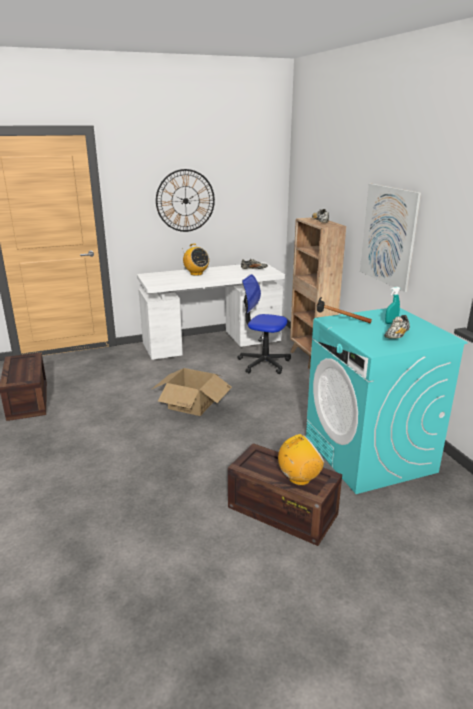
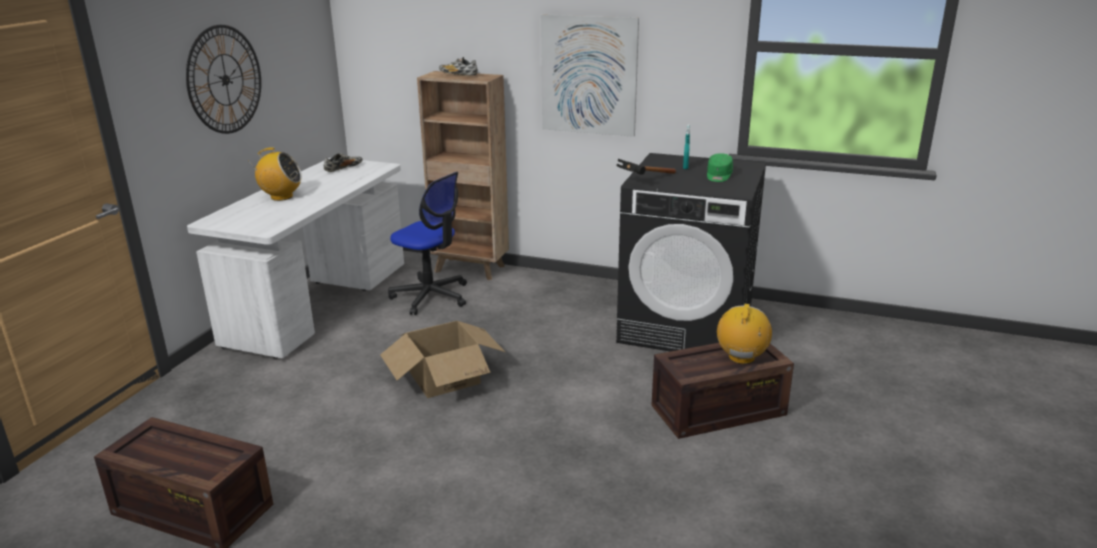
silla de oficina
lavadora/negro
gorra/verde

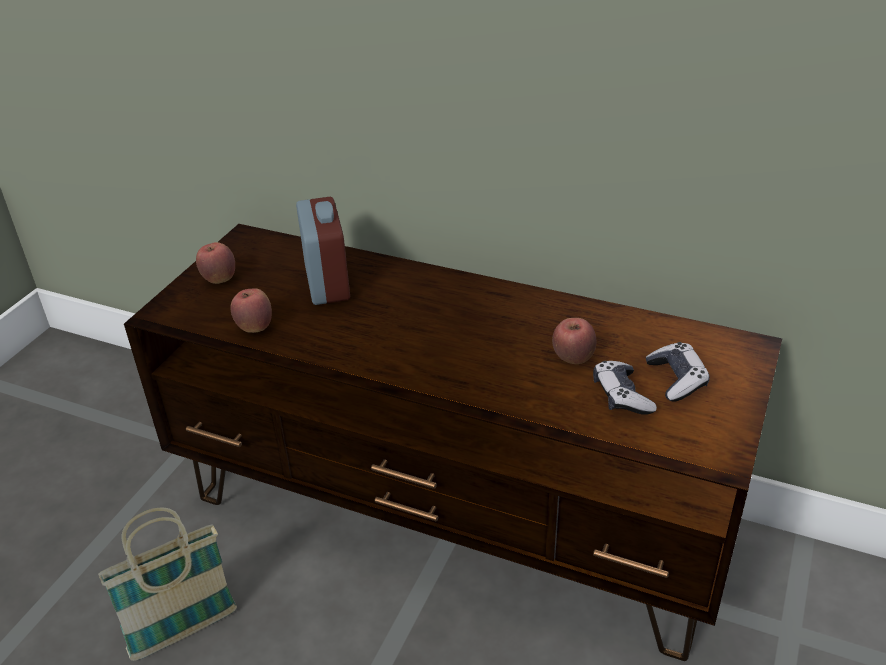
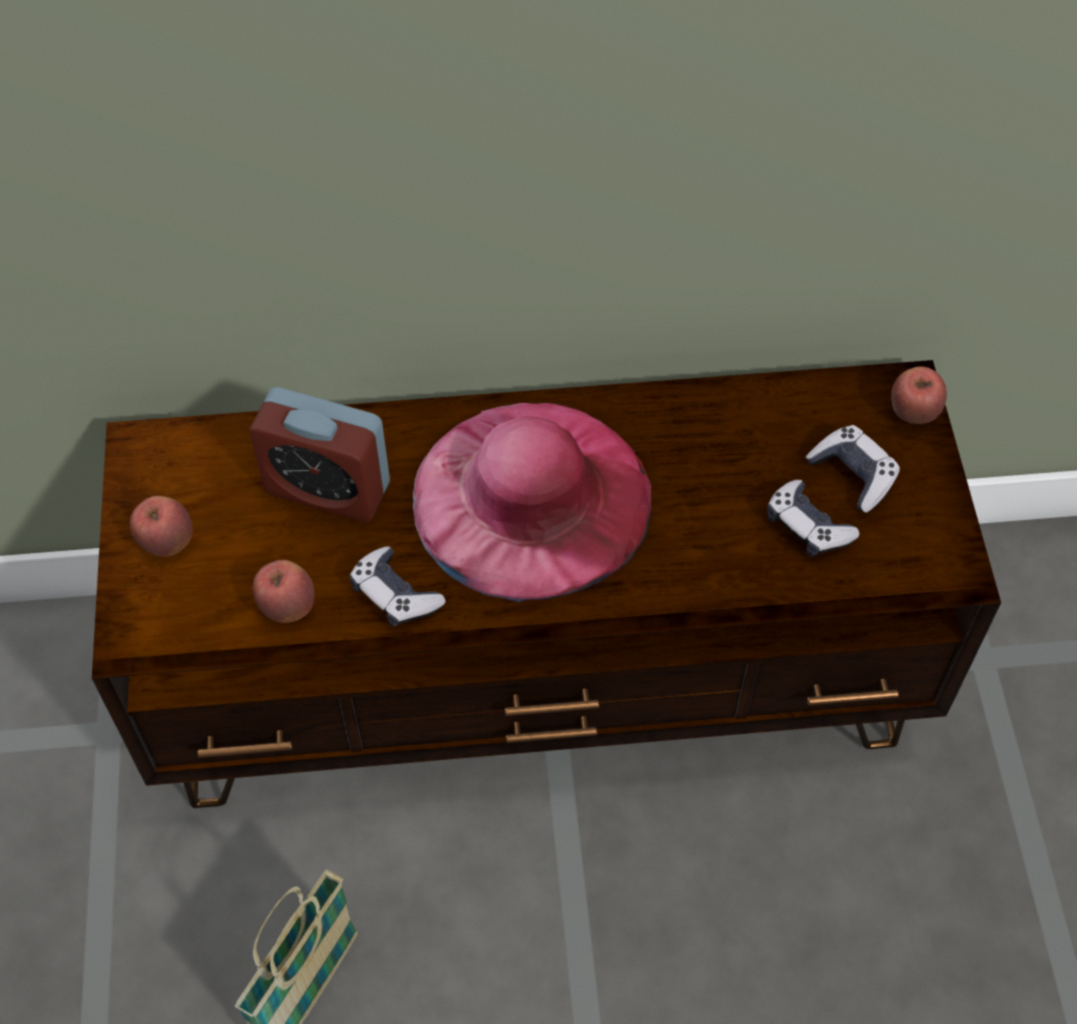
despertador
manzana (3rd from left)
sombrero/rosa
mando de consola (1st from left)

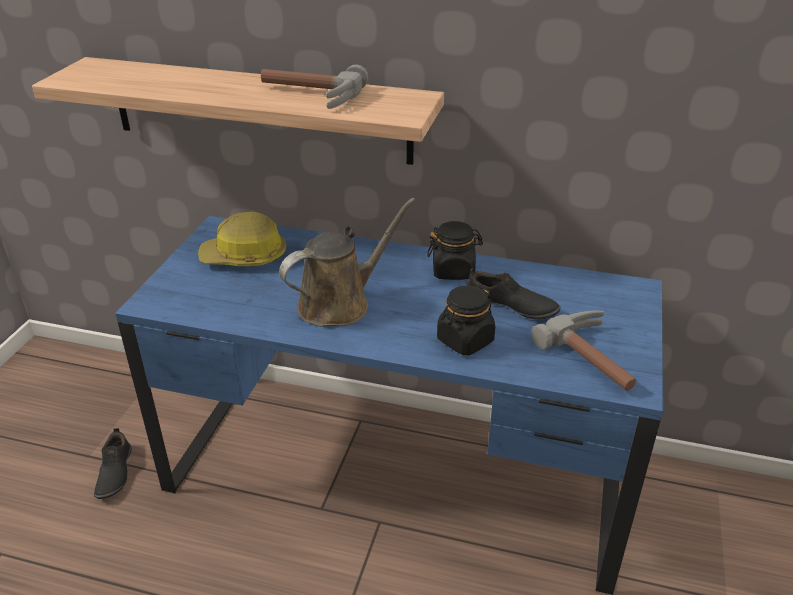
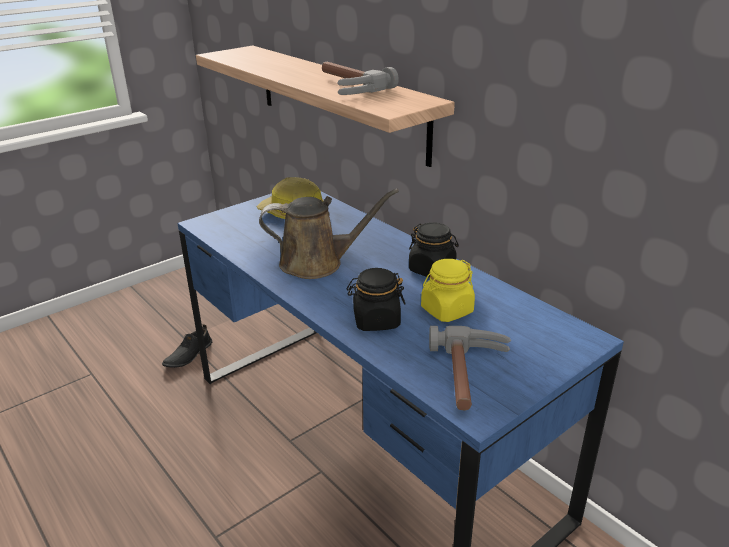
tarro/amarillo

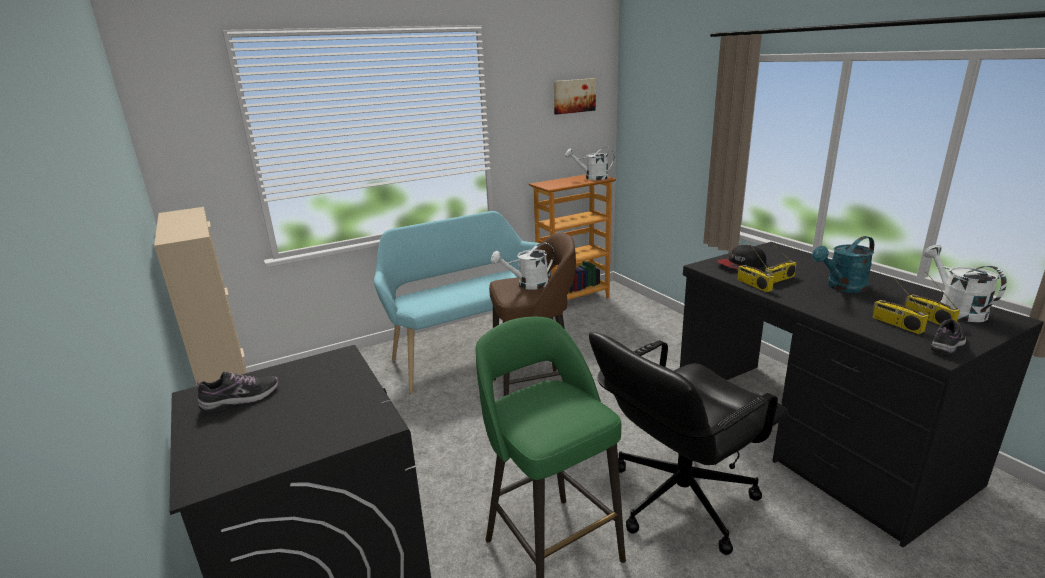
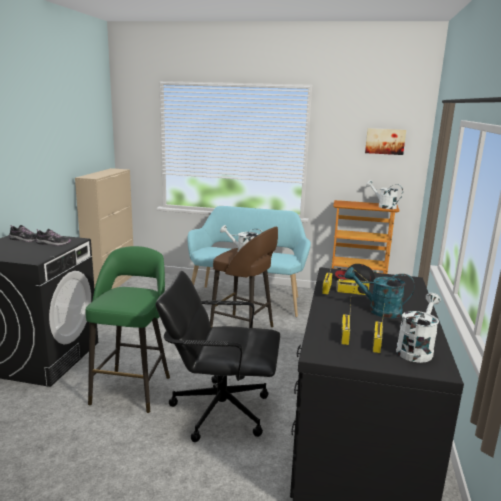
zapato (2nd from left)

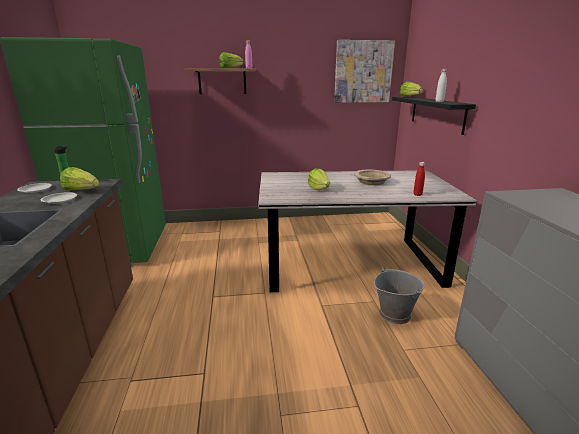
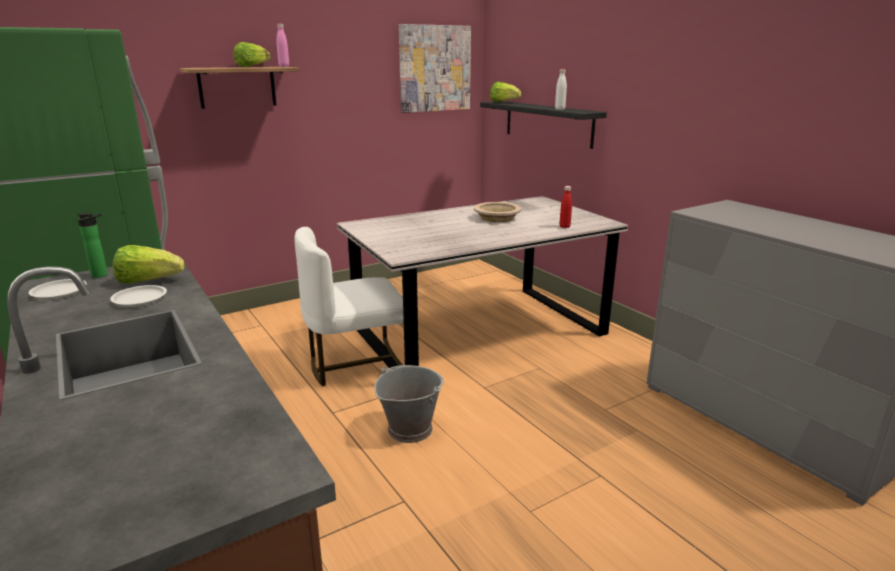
lechuga (3rd from left in the first image)
cubo/gris
silla/blanco

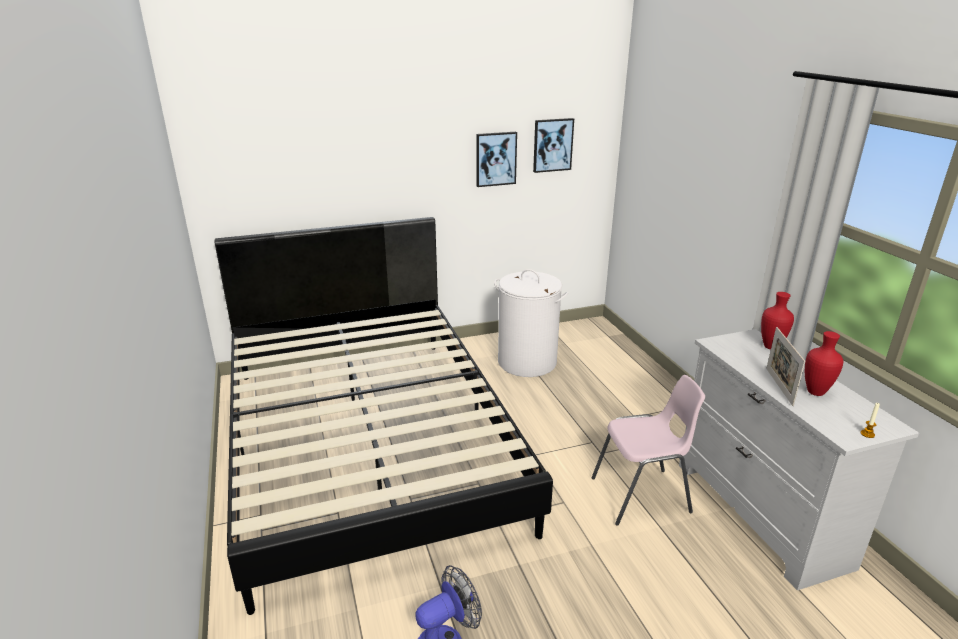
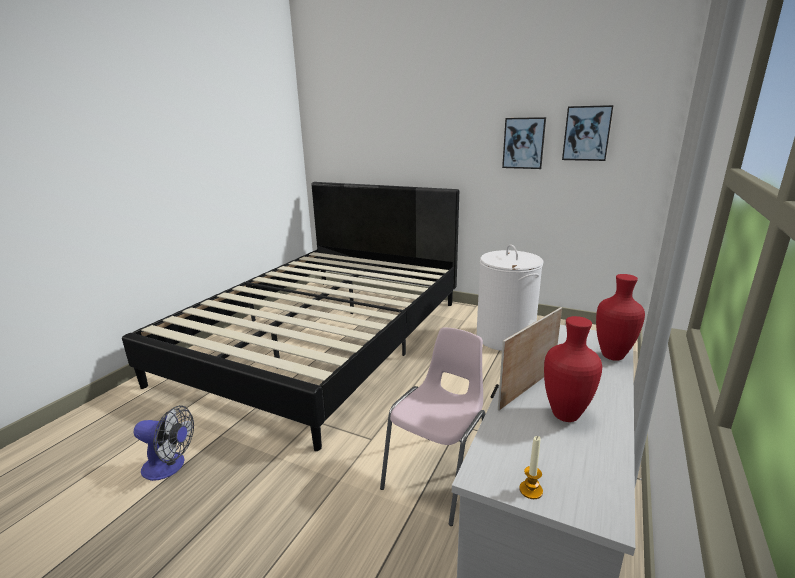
silla/rosa

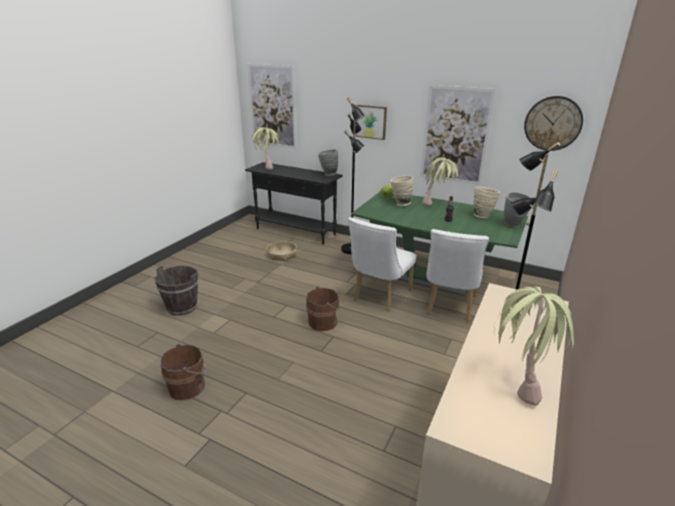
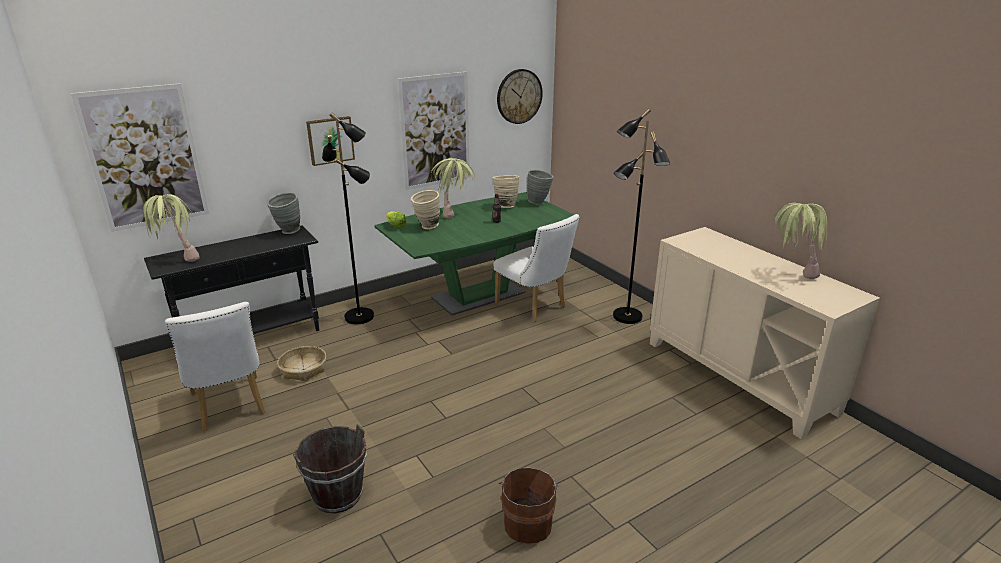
silla/blanco (1st from left)
cubo/marrón (3rd from left in the first image)

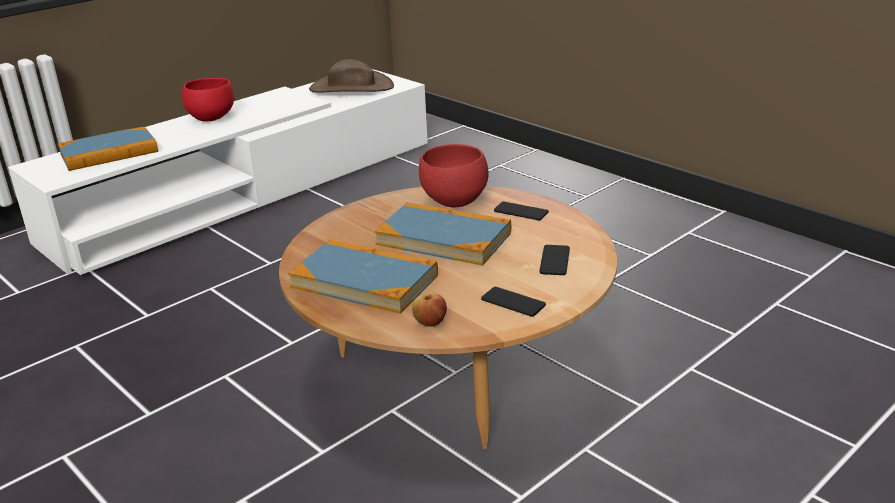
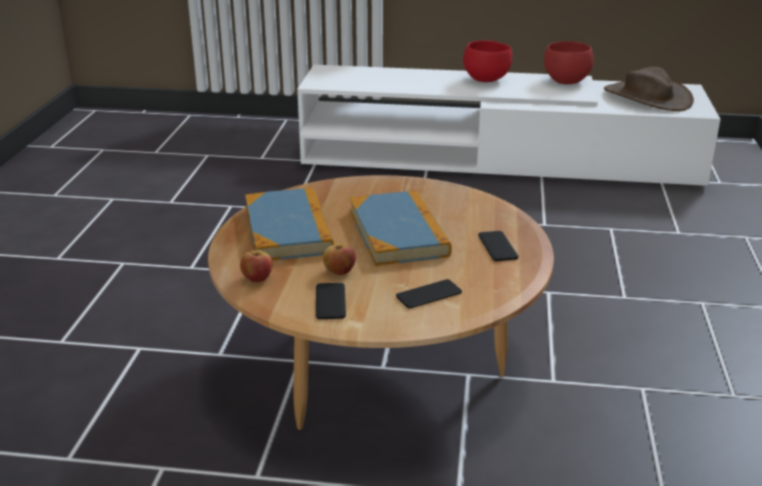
libro (1st from left in the first image)
cuenco/rojo (2nd from left)
manzana (2nd from left)

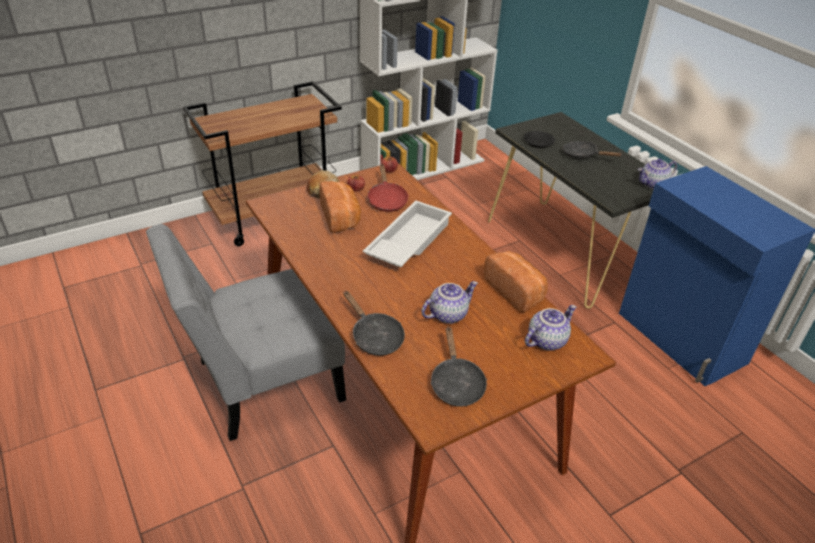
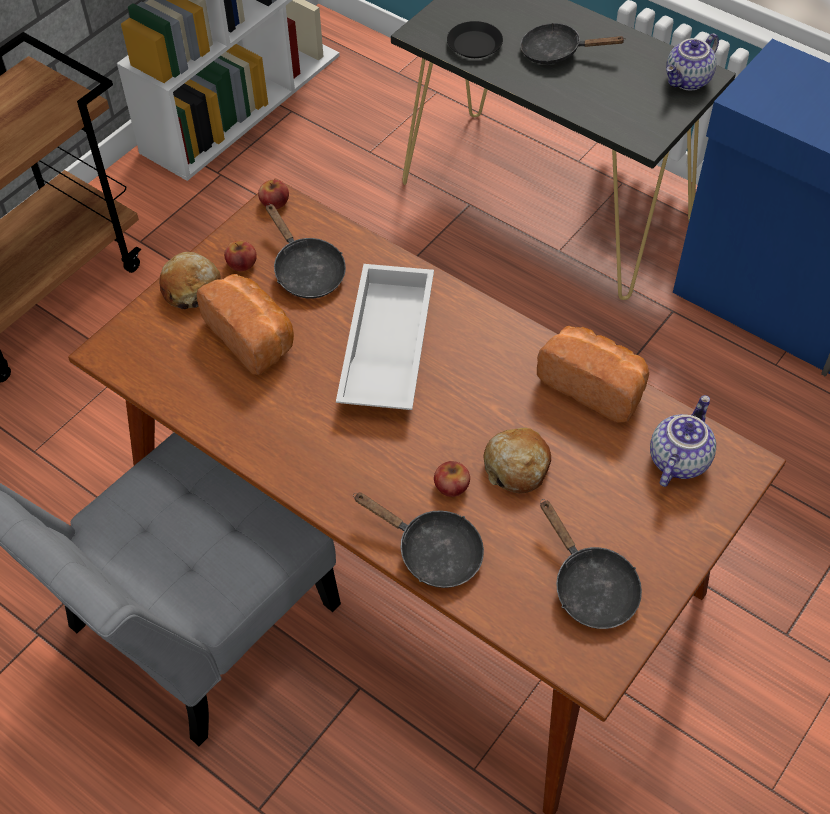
sartén/negro (1st from left)
pan (3rd from left)
manzana (3rd from left)

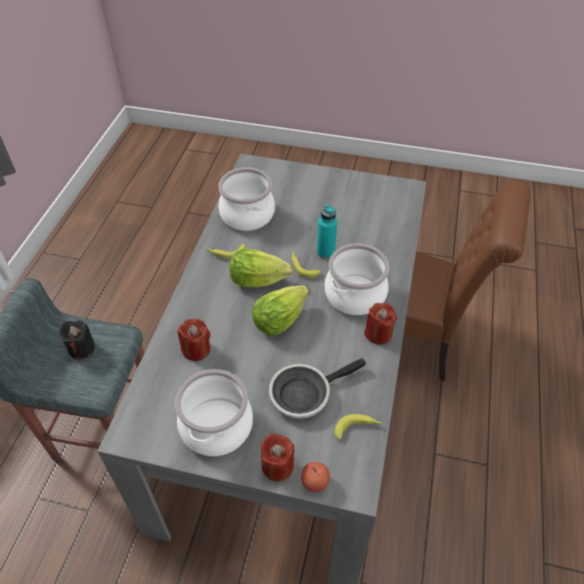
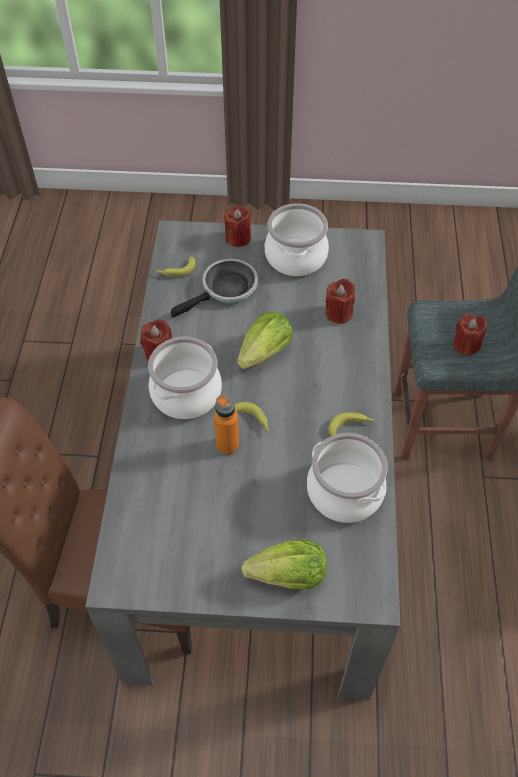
botella/naranja
lechuga (2nd from left)
vela/rojo (4th from left)
manzana

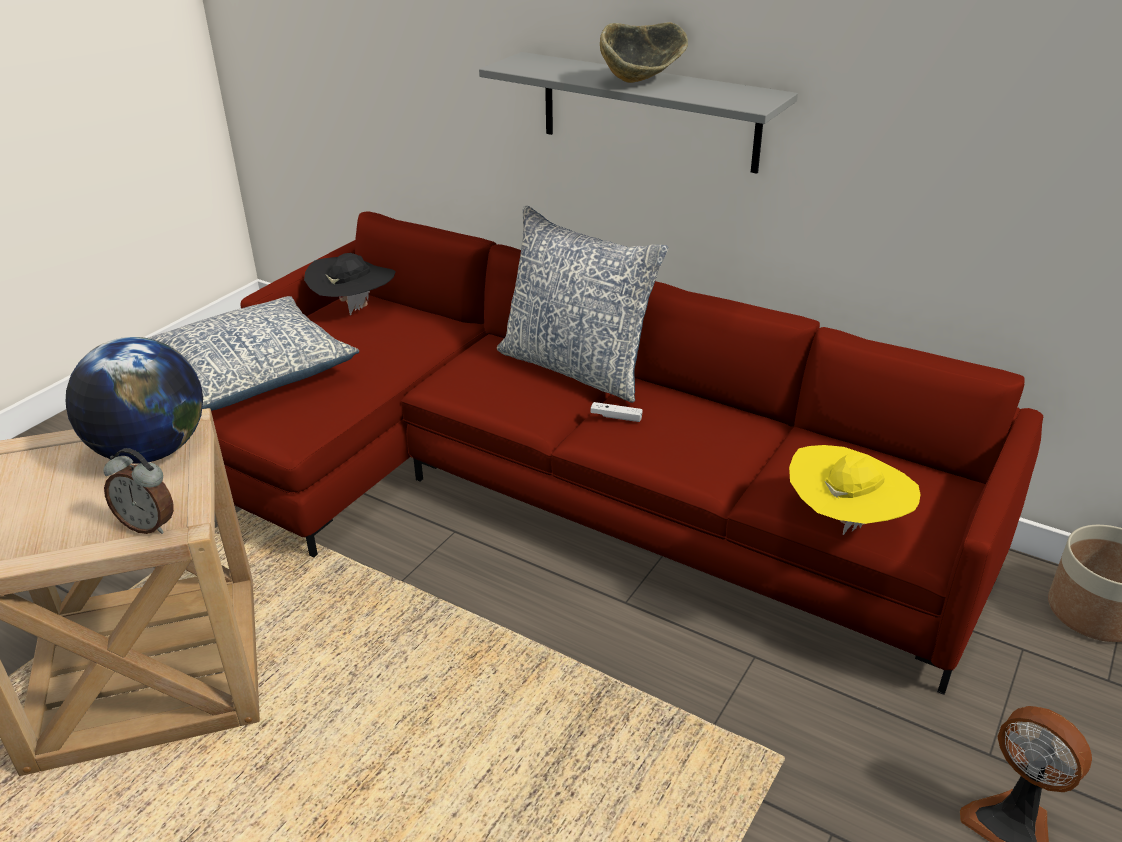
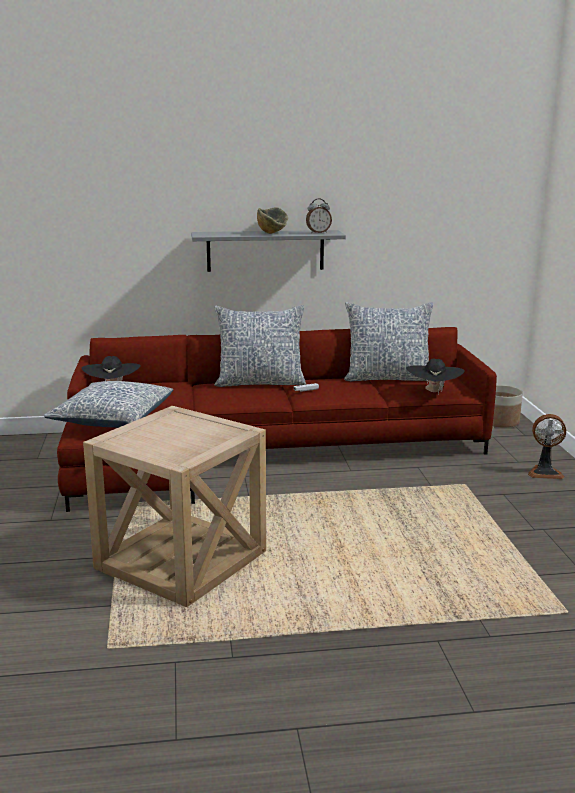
globo terráqueo
sombrero/negro (2nd from left)
despertador
cojín (3rd from left)

